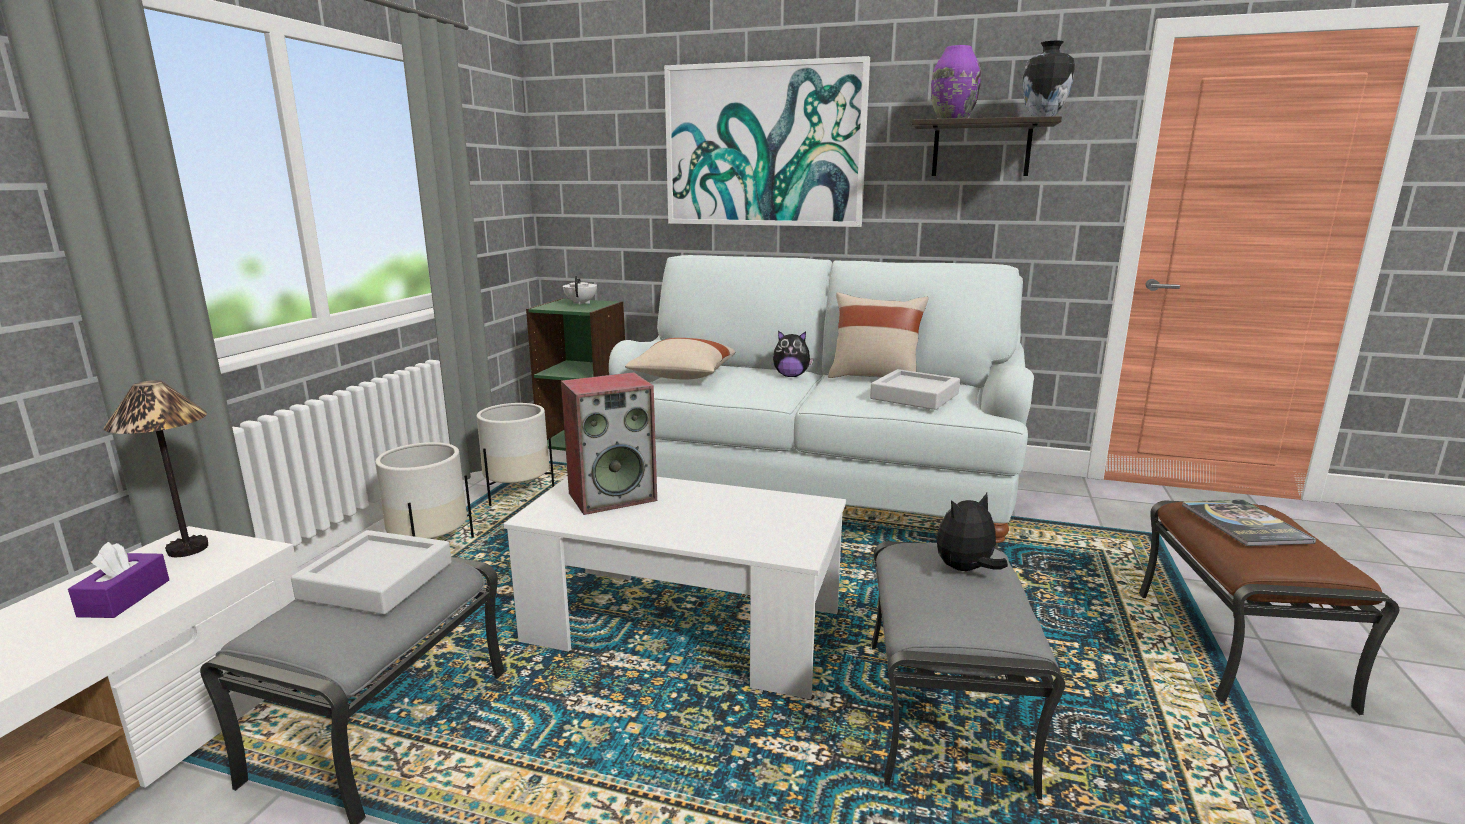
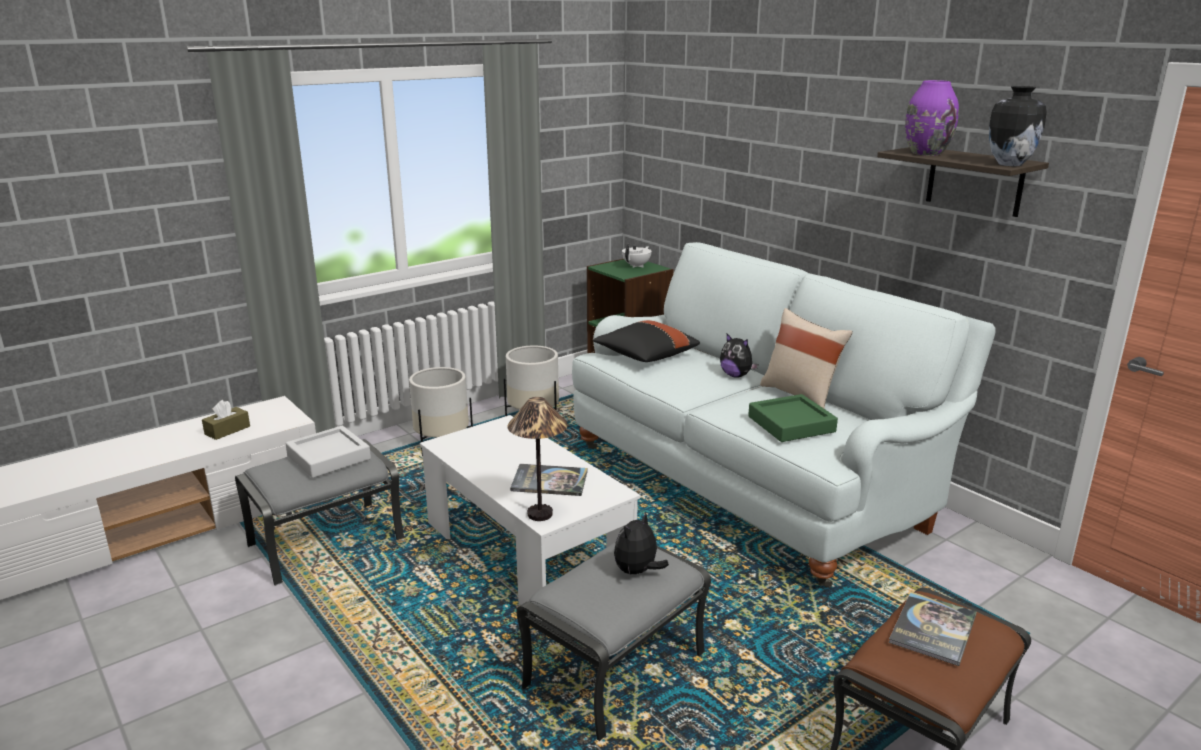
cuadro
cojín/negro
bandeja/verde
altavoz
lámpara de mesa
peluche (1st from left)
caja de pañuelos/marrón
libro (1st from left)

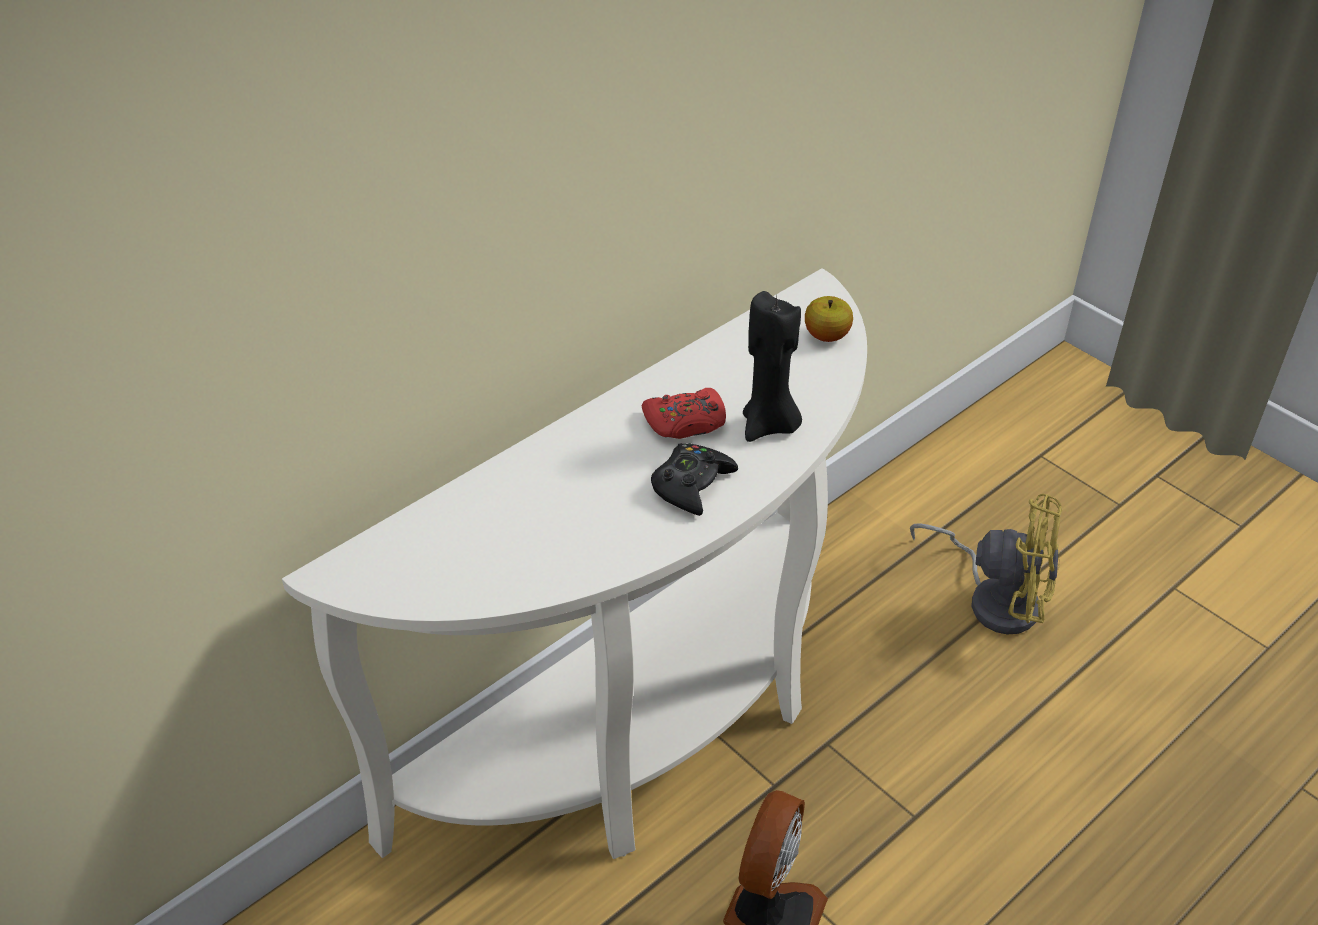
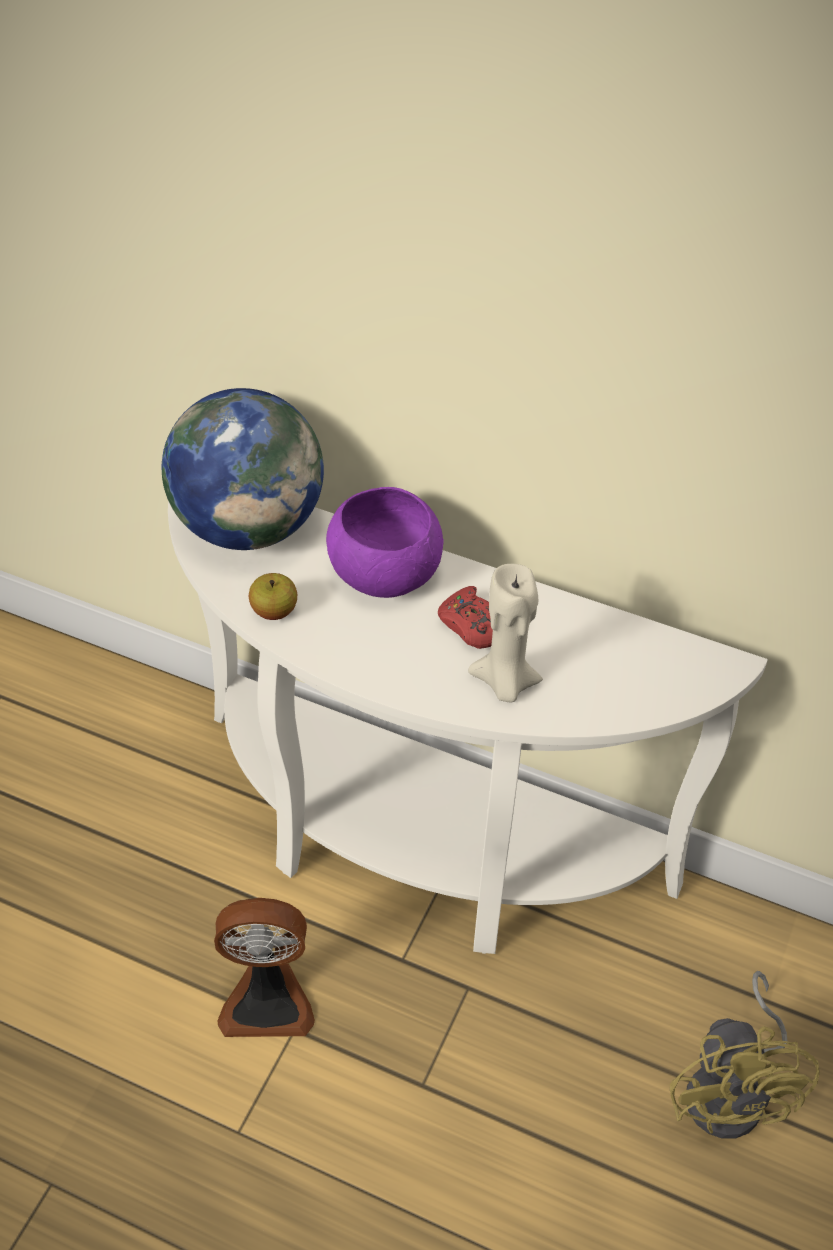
vela/beis
manzana
mando de consola/negro
globo terráqueo
cuenco/morado

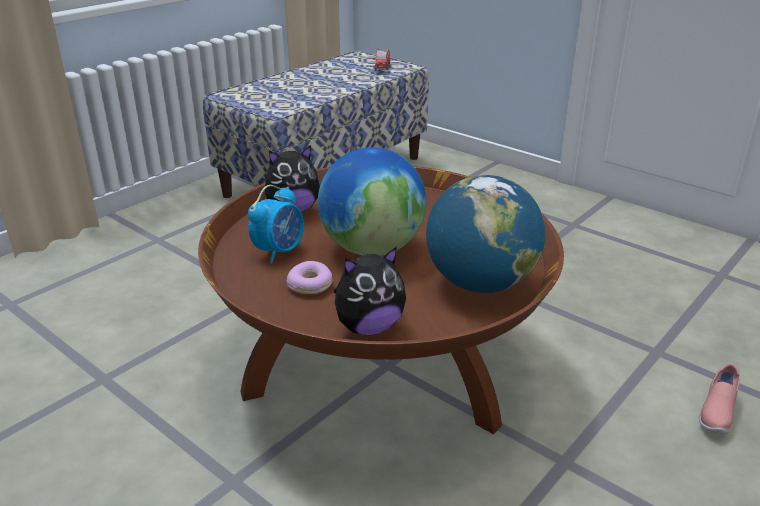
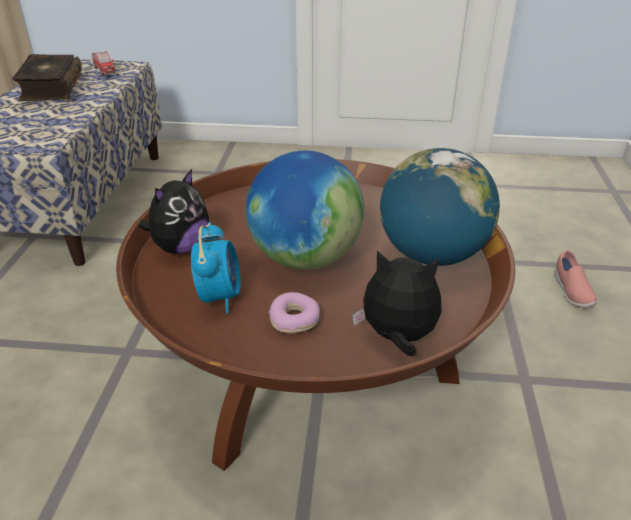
peluche (2nd from left)
libro

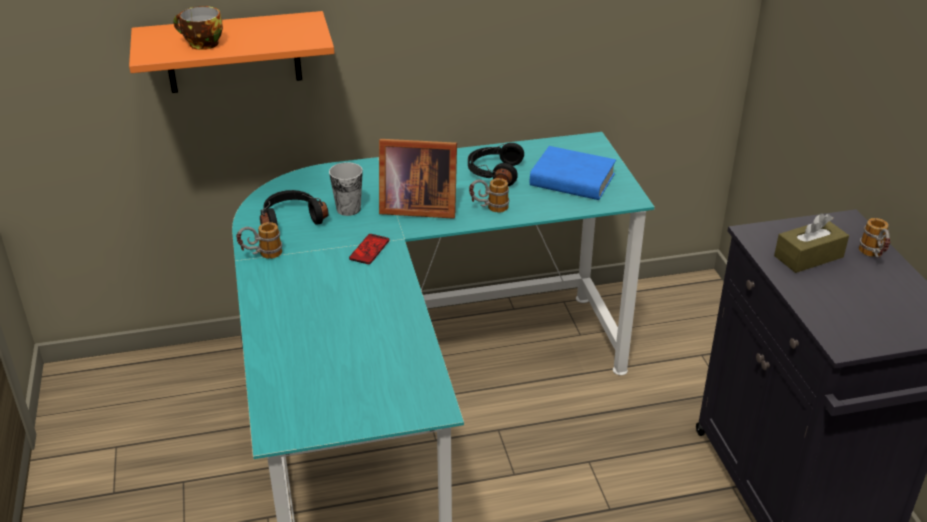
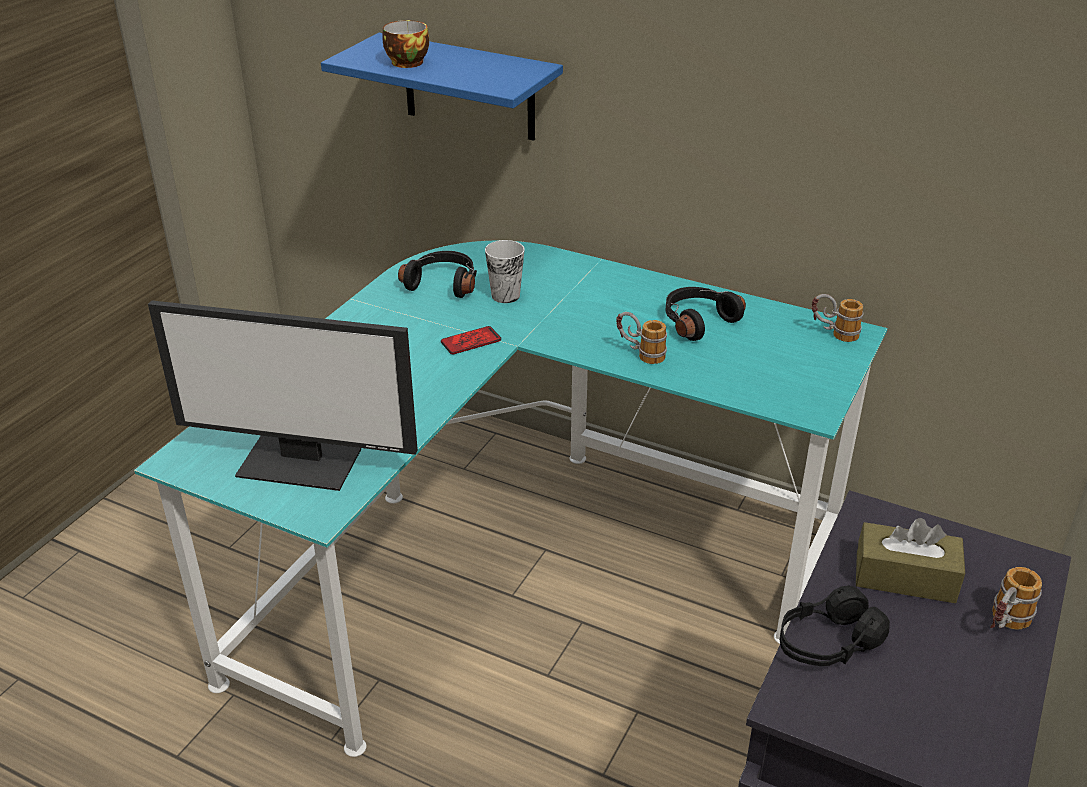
estante/azul
portarretratos
libro/azul
taza grande (2nd from left)
monitor
auriculares/negro (3rd from left)

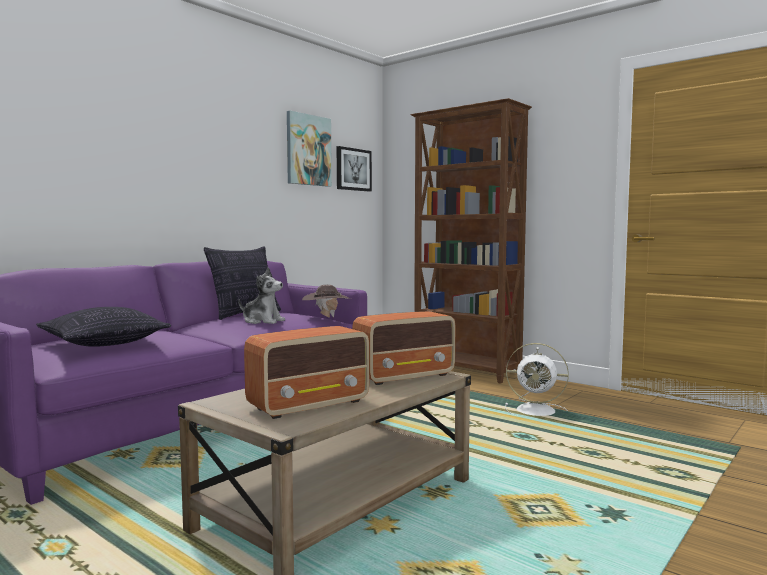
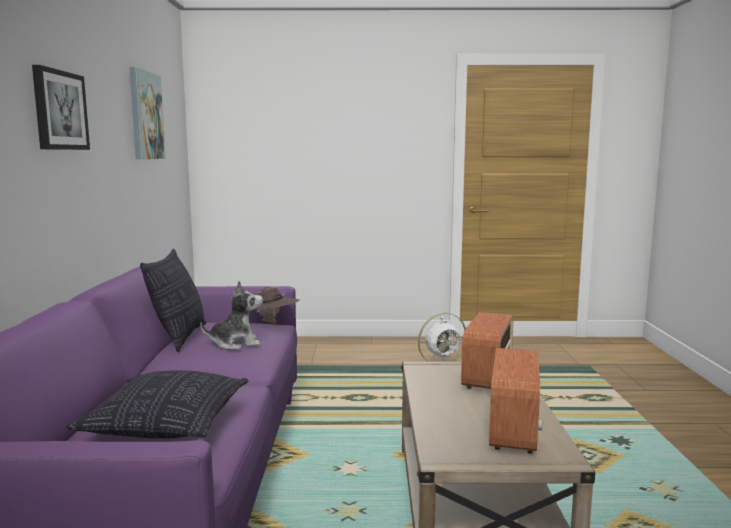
estantería/marrón
cuadro (1st from left)

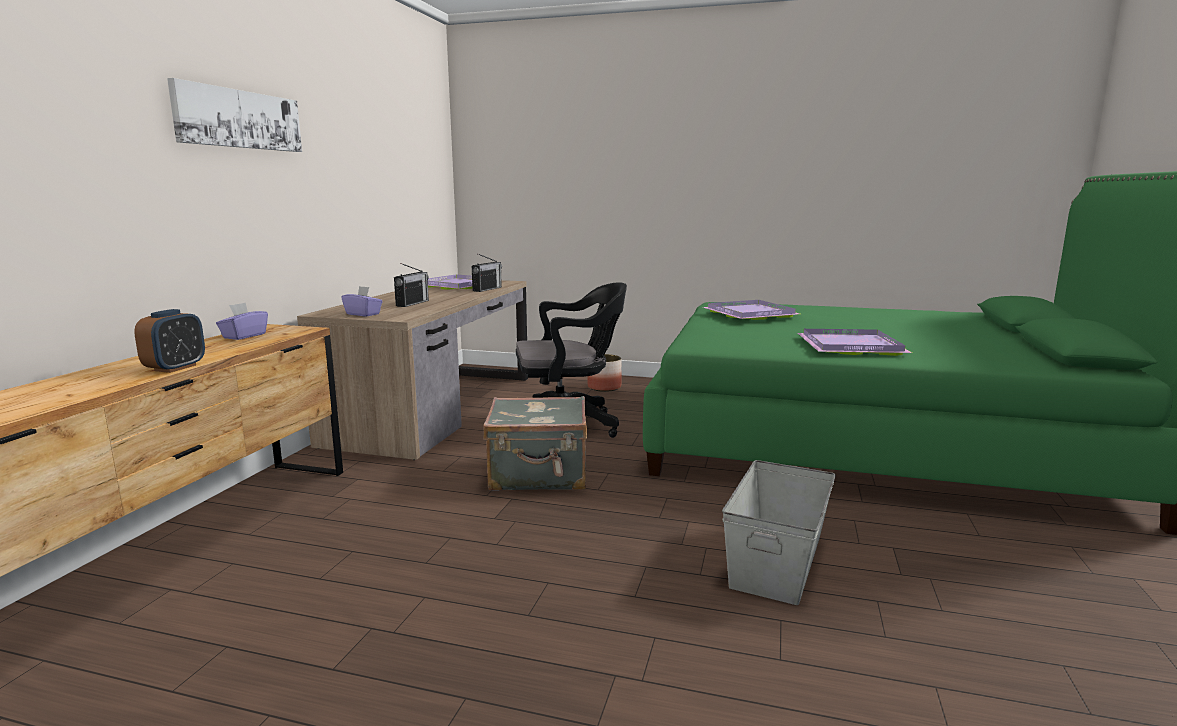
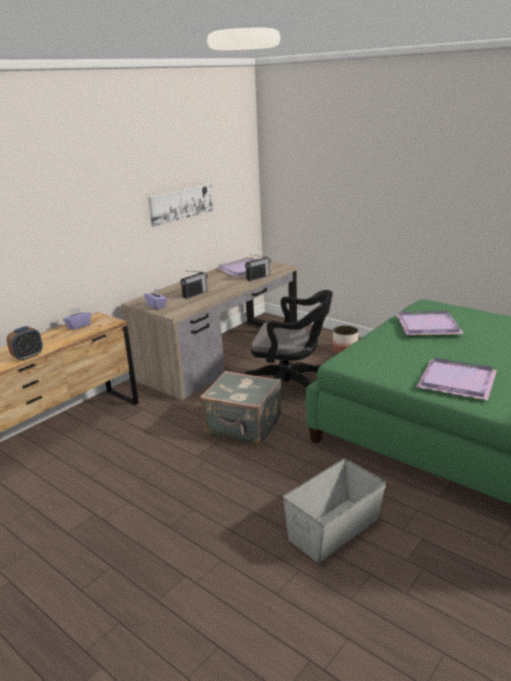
cuadro

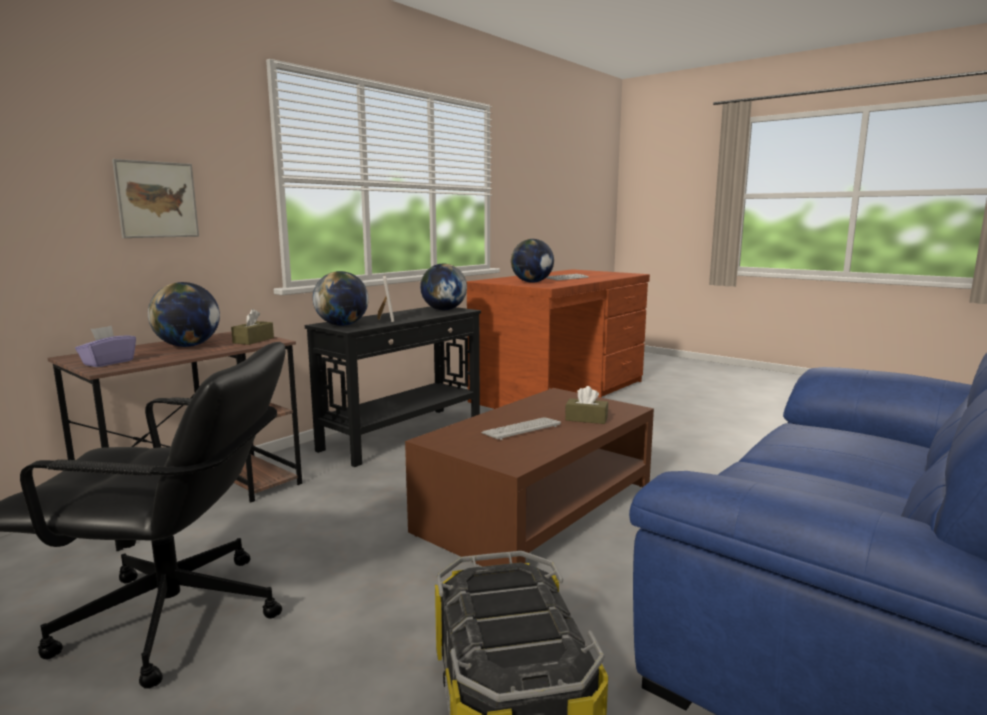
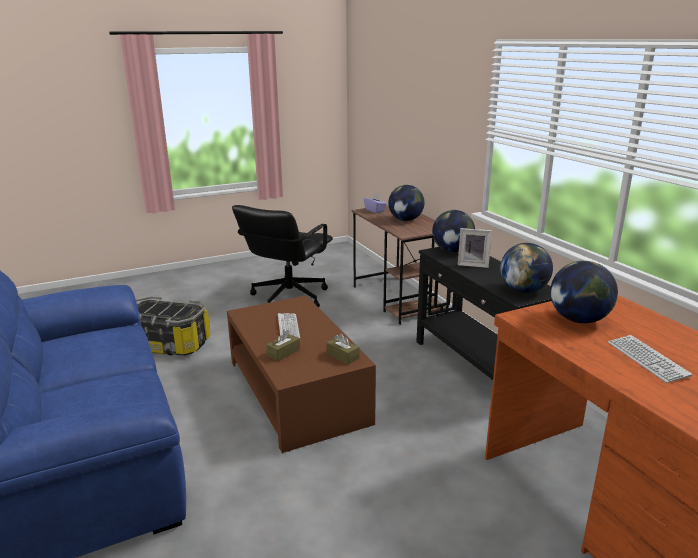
cuadro
caja de pañuelos/marrón (2nd from left)

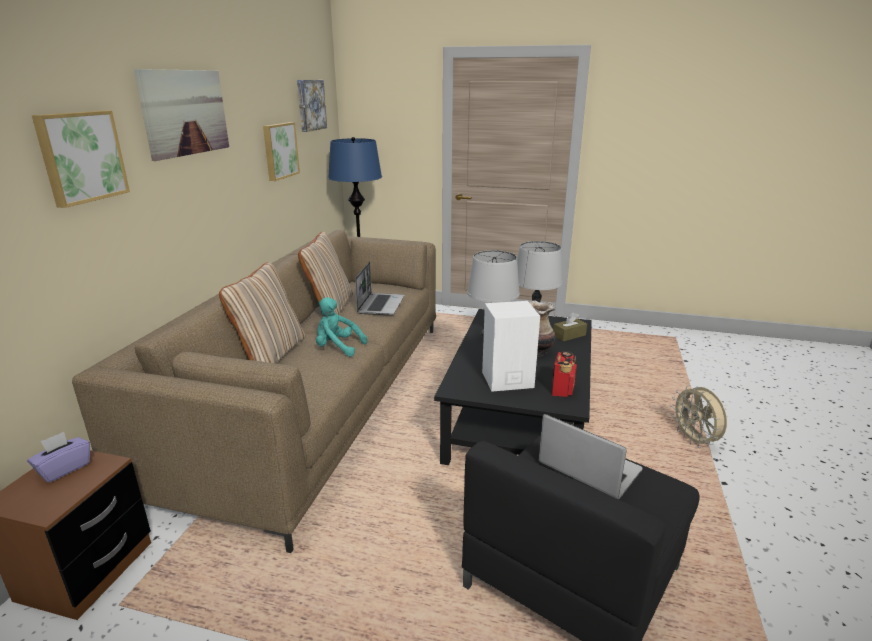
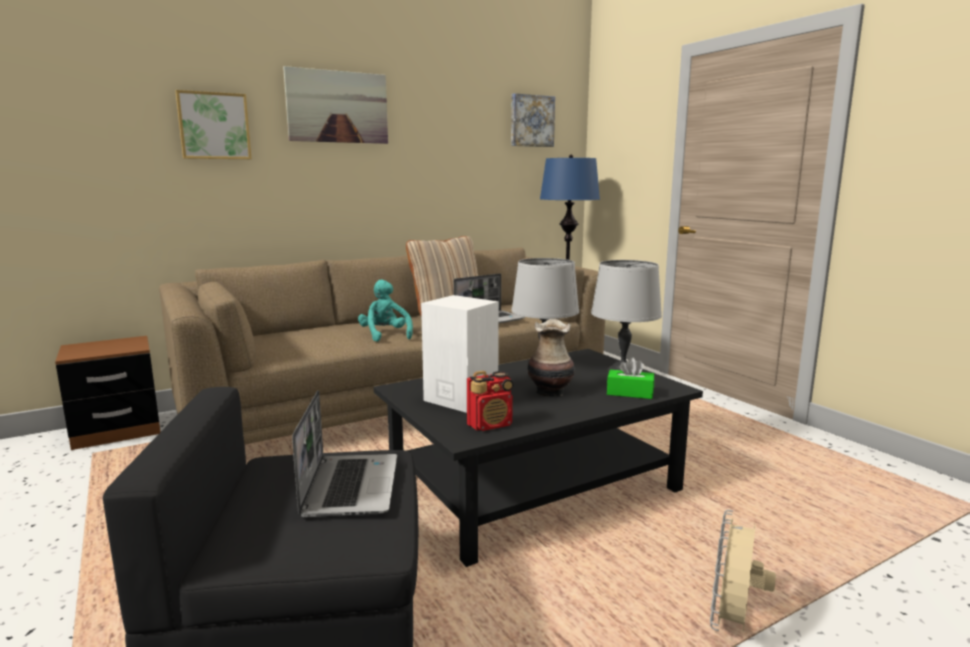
cuadro (3rd from left in the first image)
cojín/beis (1st from left in the first image)
caja de pañuelos/verde
caja de pañuelos/morado

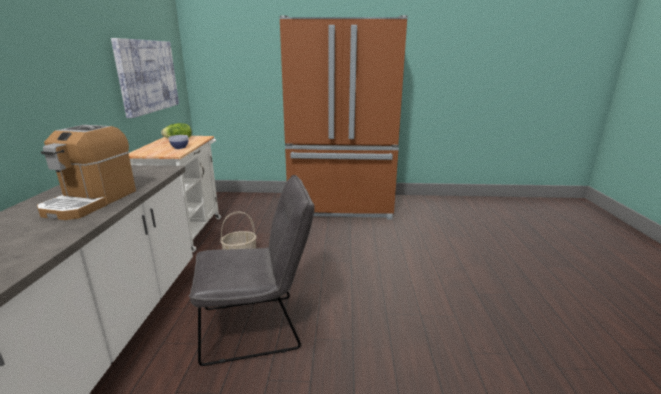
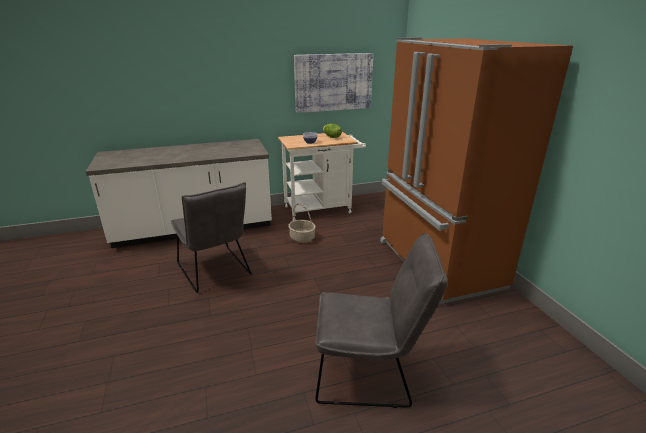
cafetera
silla/gris (2nd from left)

